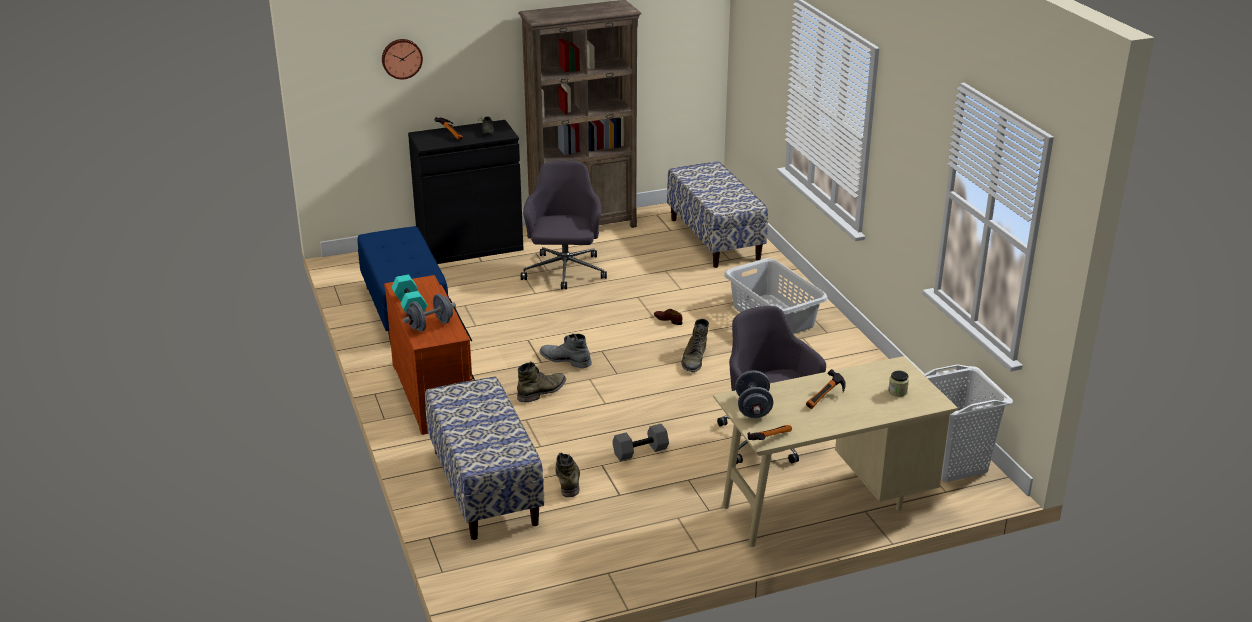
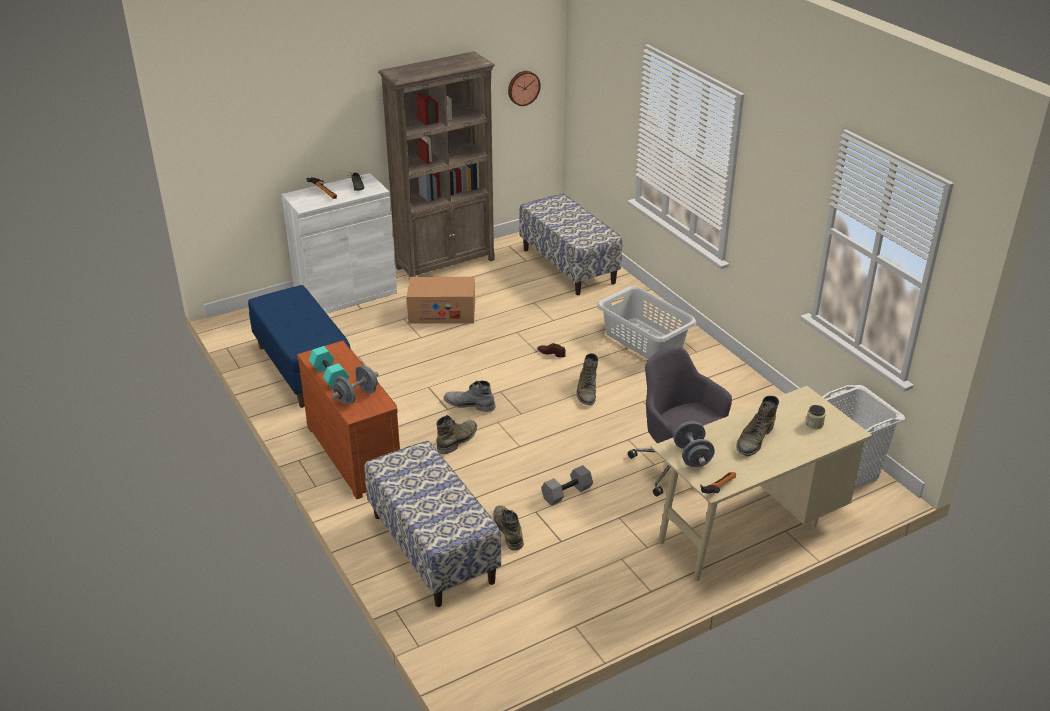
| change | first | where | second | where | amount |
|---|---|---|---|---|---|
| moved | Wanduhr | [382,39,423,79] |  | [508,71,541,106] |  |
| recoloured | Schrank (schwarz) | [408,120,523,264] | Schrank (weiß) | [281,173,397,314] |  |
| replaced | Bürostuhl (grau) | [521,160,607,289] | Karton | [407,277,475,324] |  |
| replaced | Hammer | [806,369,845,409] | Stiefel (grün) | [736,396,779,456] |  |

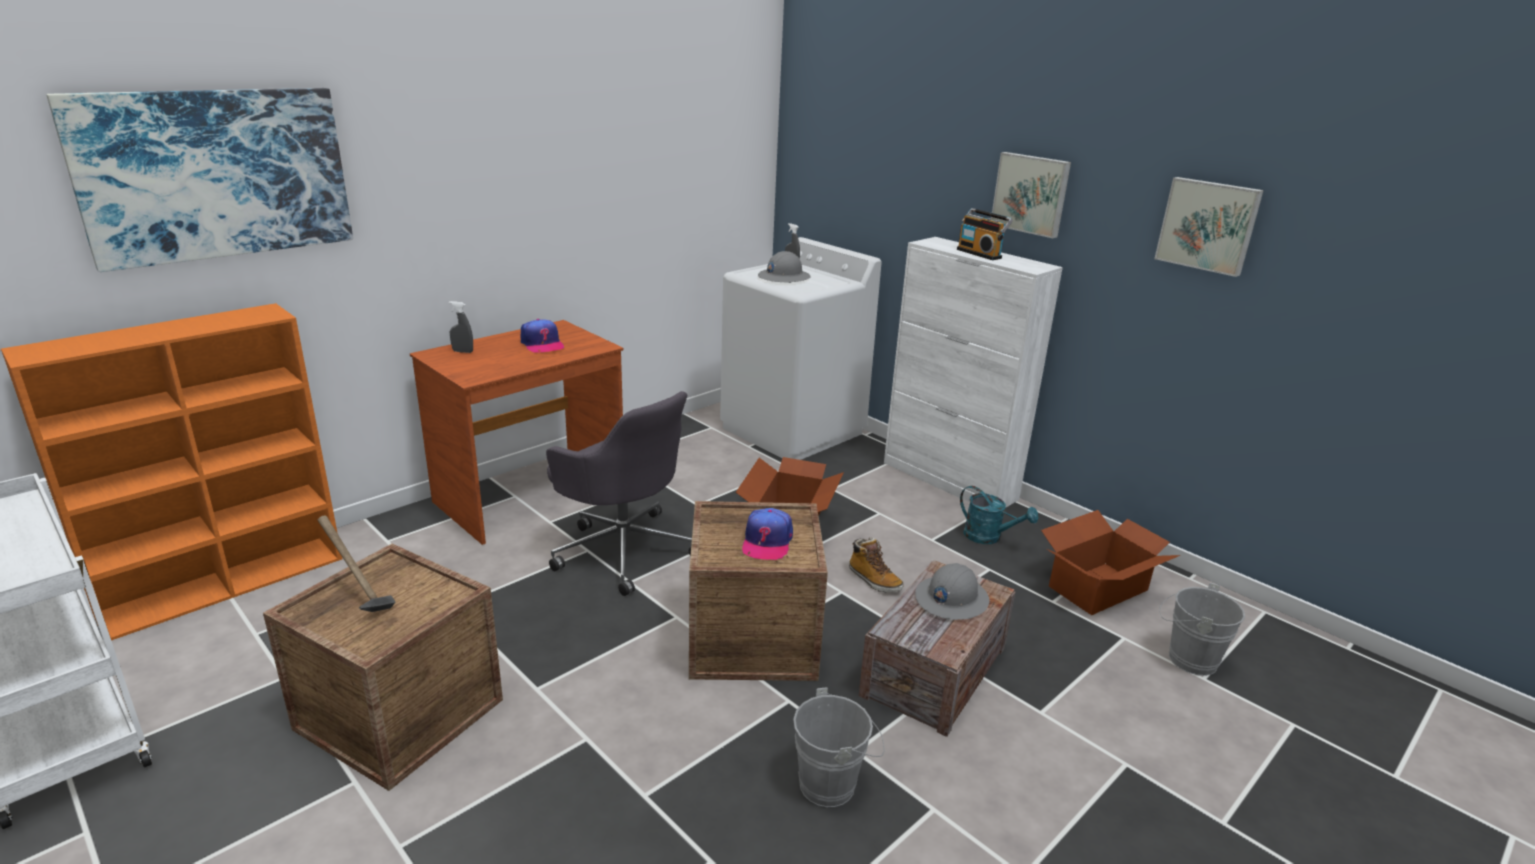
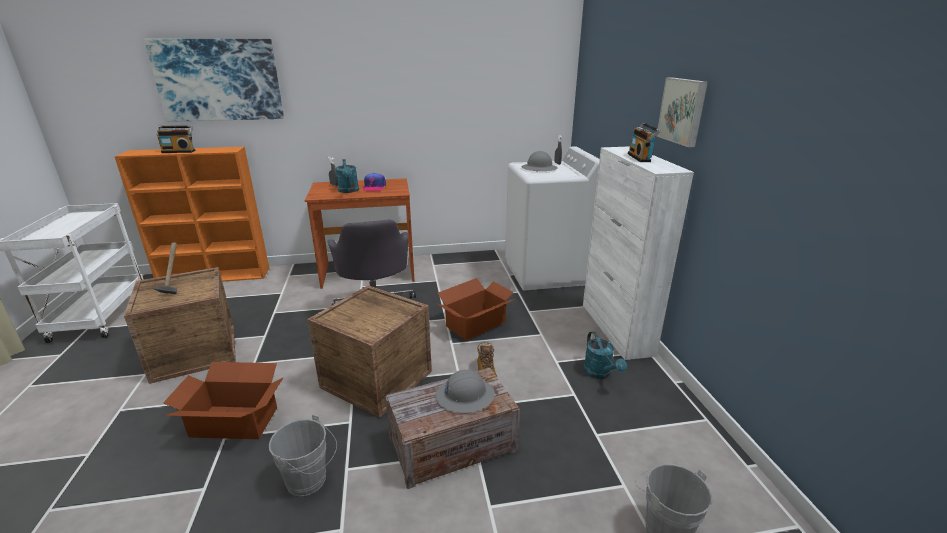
| change | first | where | second | where | amount |
|---|---|---|---|---|---|
| removed | Bild | [1154,177,1264,277] |  |  |  |
| removed | Kappe | [742,508,793,560] |  |  |  |
| moved | Karton | [1041,510,1180,615] |  | [163,362,284,439] |  |
| added |  |  | Radio | [156,125,196,153] |  |
| added |  |  | Gießkanne (türkis) | [335,159,359,193] |  |

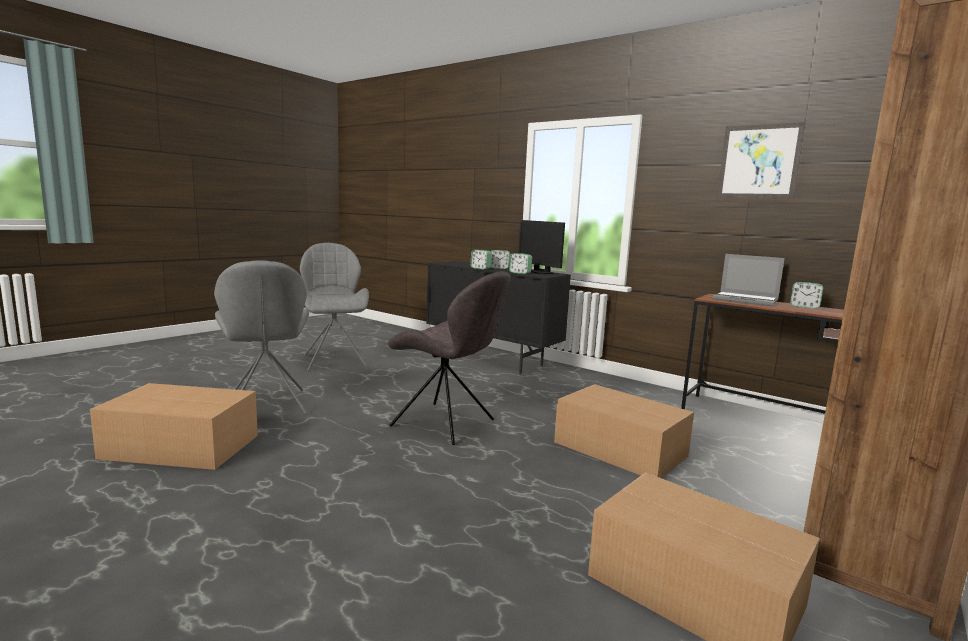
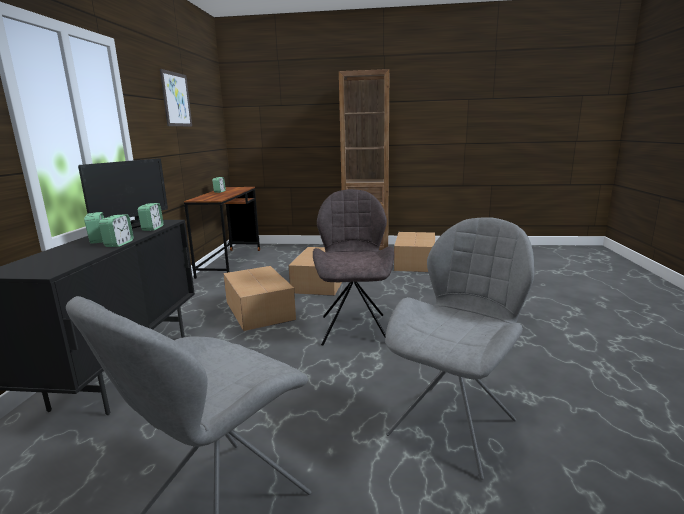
| change | first | where | second | where | amount |
|---|---|---|---|---|---|
| removed | Laptop | [712,254,785,306] |  |  |  |
| moved | Karton | [90,383,258,470] |  | [223,266,296,331] |  |

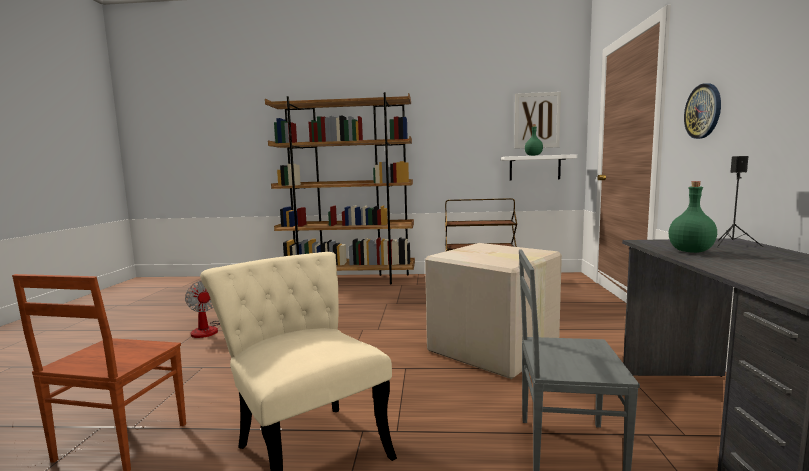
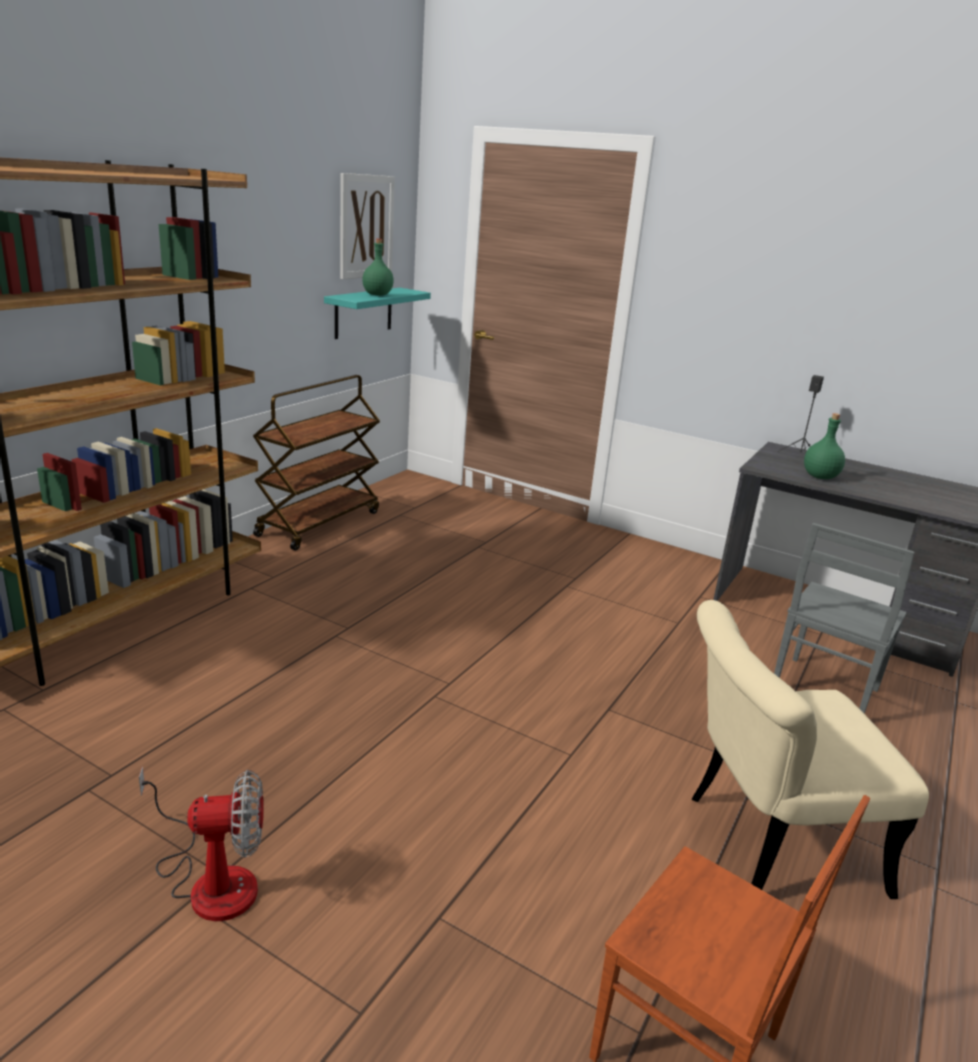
| change | first | where | second | where | amount |
|---|---|---|---|---|---|
| removed | Wanduhr | [684,83,721,139] |  |  |  |
| recoloured | Wandregal (weiß) | [501,154,577,181] | Wandregal (türkis) | [324,288,431,339] |  |
| removed | Karton | [425,243,562,379] |  |  |  |

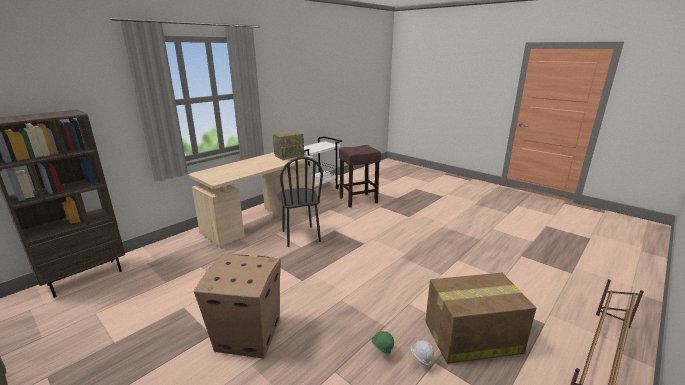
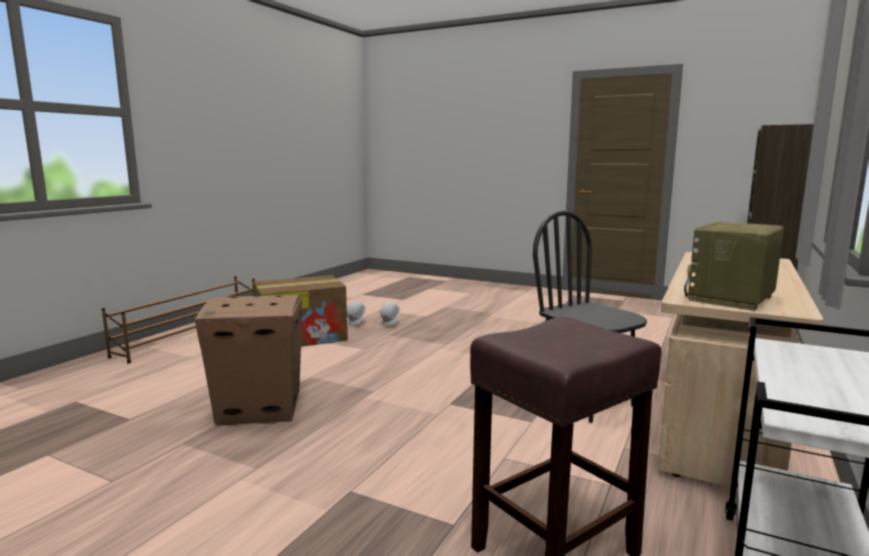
| change | first | where | second | where | amount |
|---|---|---|---|---|---|
| moved | Karton | [194,254,281,358] |  | [195,295,302,426] |  |
| recoloured | Schutzhelm (grün) | [371,331,394,354] | Schutzhelm (weiß) | [380,302,400,326] |  |

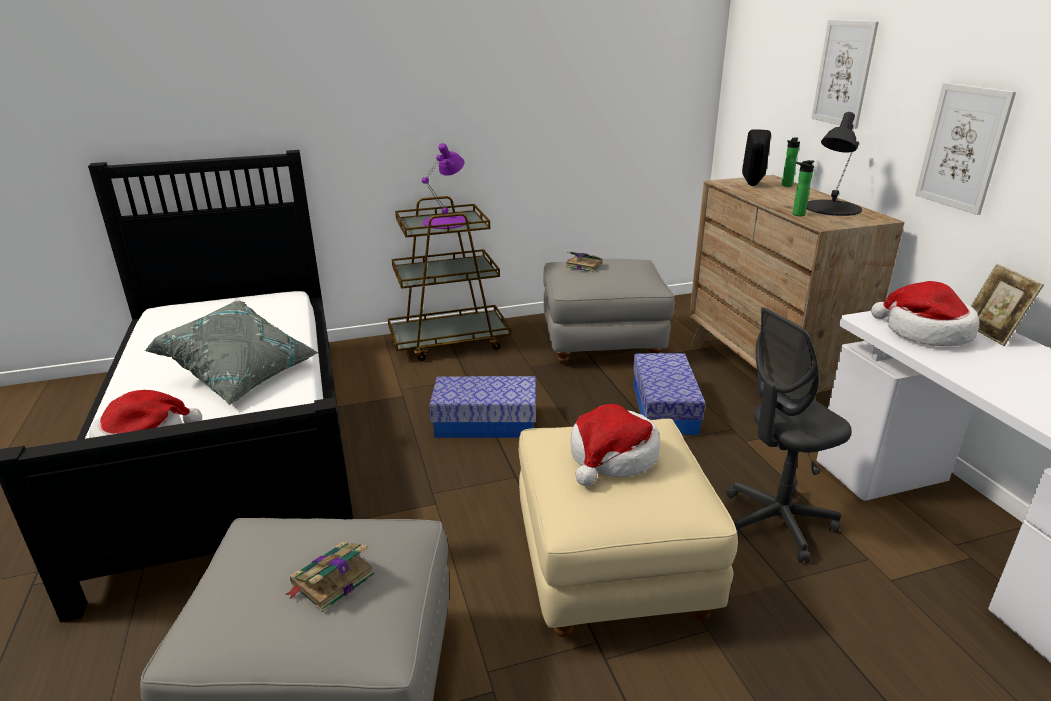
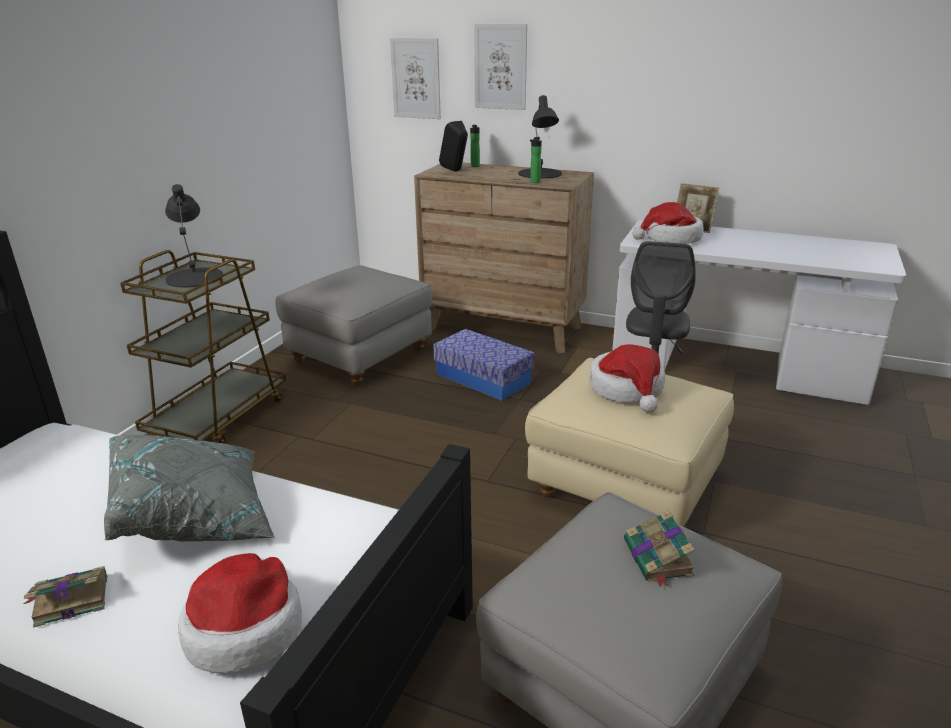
| change | first | where | second | where | amount |
|---|---|---|---|---|---|
| moved | Bild | [915,83,1016,215] |  | [390,38,441,119] |  |
| recoloured | Tischlampe (lila) | [422,143,466,229] | Tischlampe (schwarz) | [165,184,223,288] |  |
| moved | Buch | [565,251,602,272] |  | [23,566,107,627] |  |
| removed | Aufbewahrungsbox | [429,376,536,438] |  |  |  |

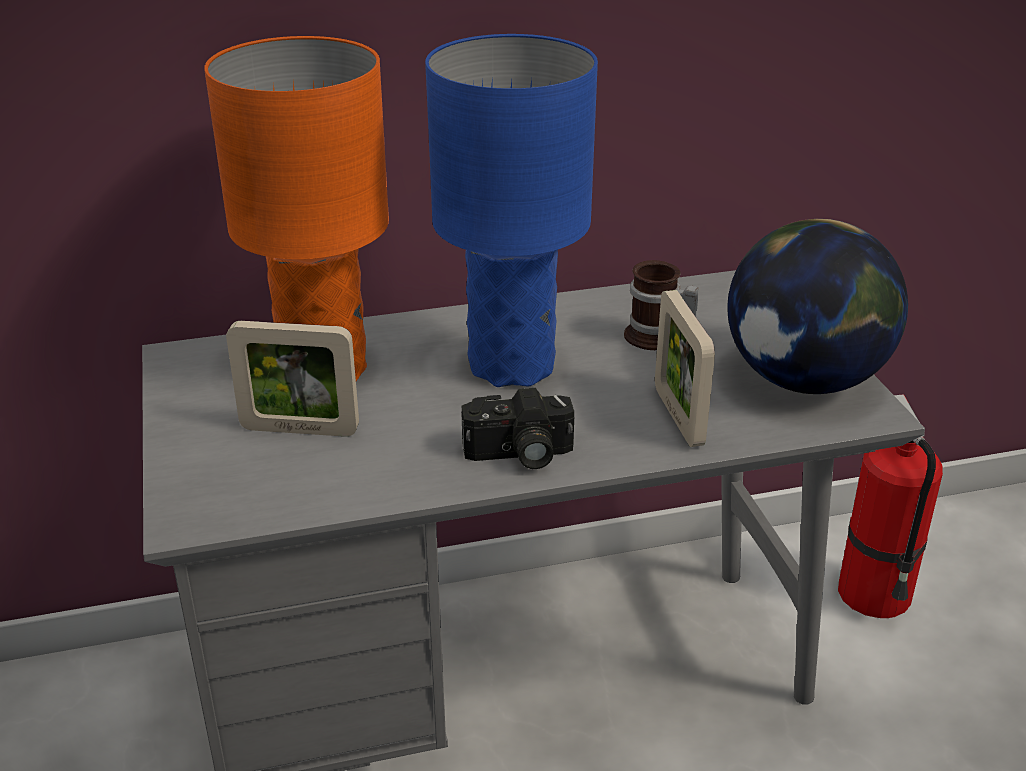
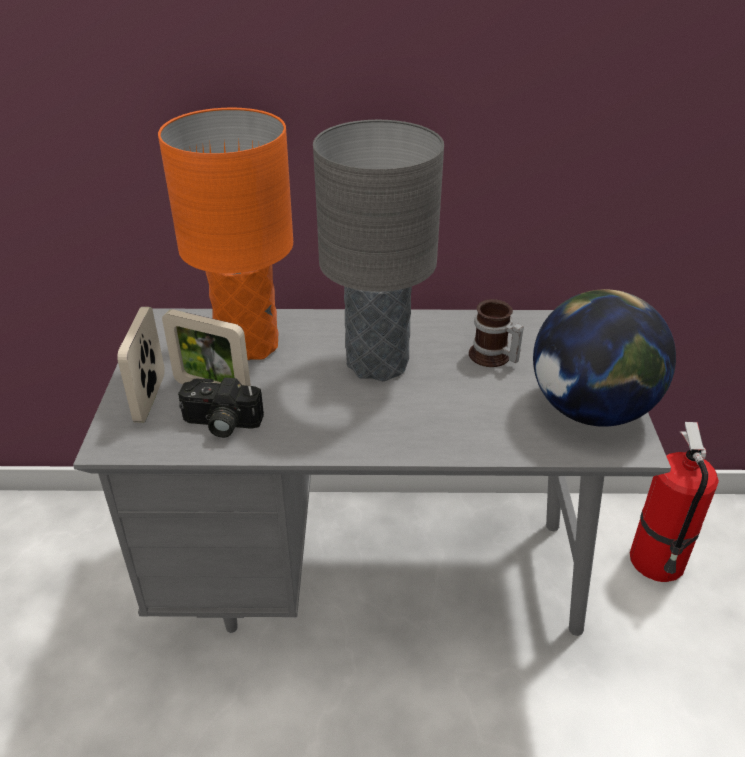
| change | first | where | second | where | amount |
|---|---|---|---|---|---|
| recoloured | Tischlampe (blau) | [425,34,598,387] | Tischlampe (grau) | [313,120,444,381] |  |
| moved | Bilderrahmen | [655,290,715,447] |  | [117,307,165,423] |  |
| moved | Kamera | [461,388,575,469] |  | [178,377,264,438] |  |

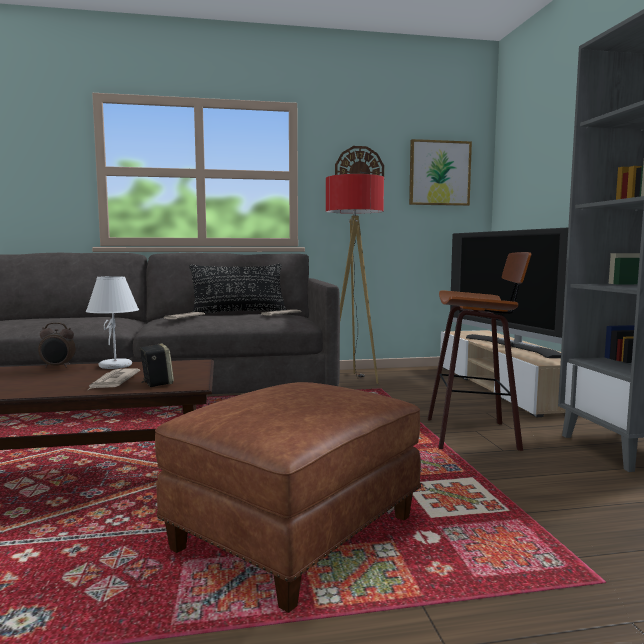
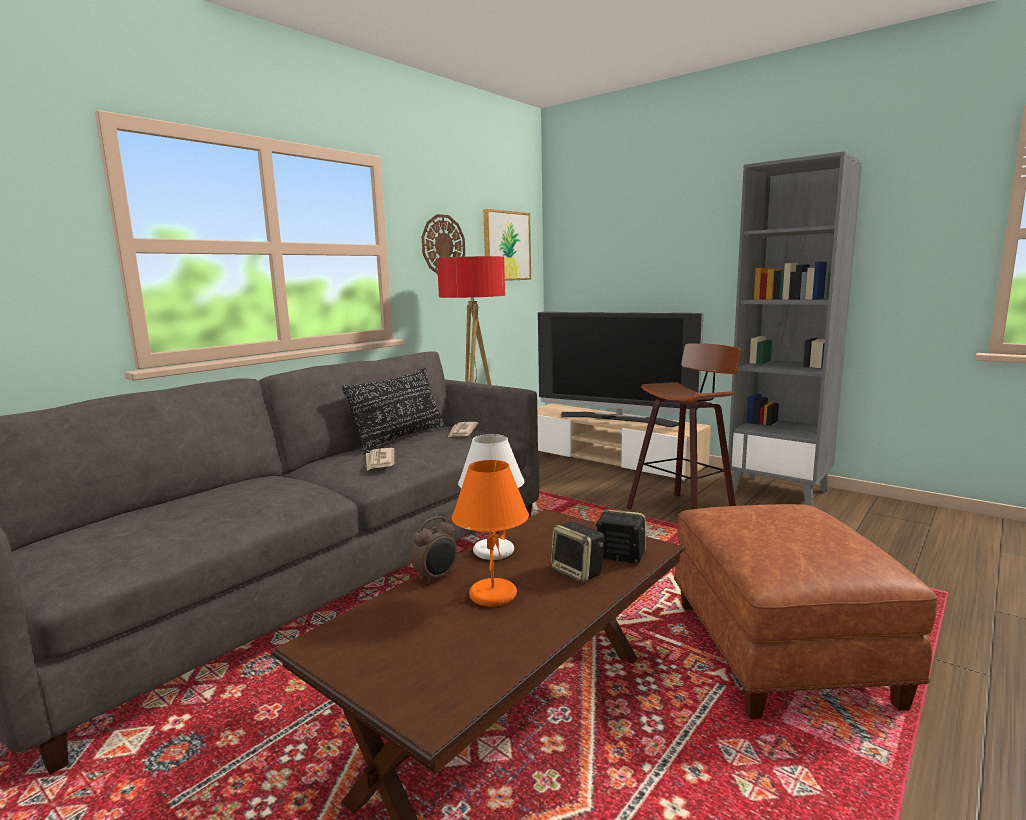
| change | first | where | second | where | amount |
|---|---|---|---|---|---|
| replaced | Zeitung | [88,368,140,390] | Lautsprecher | [551,522,605,582] |  |
| added |  |  | Tischlampe (orange) | [452,460,529,607] |  |

